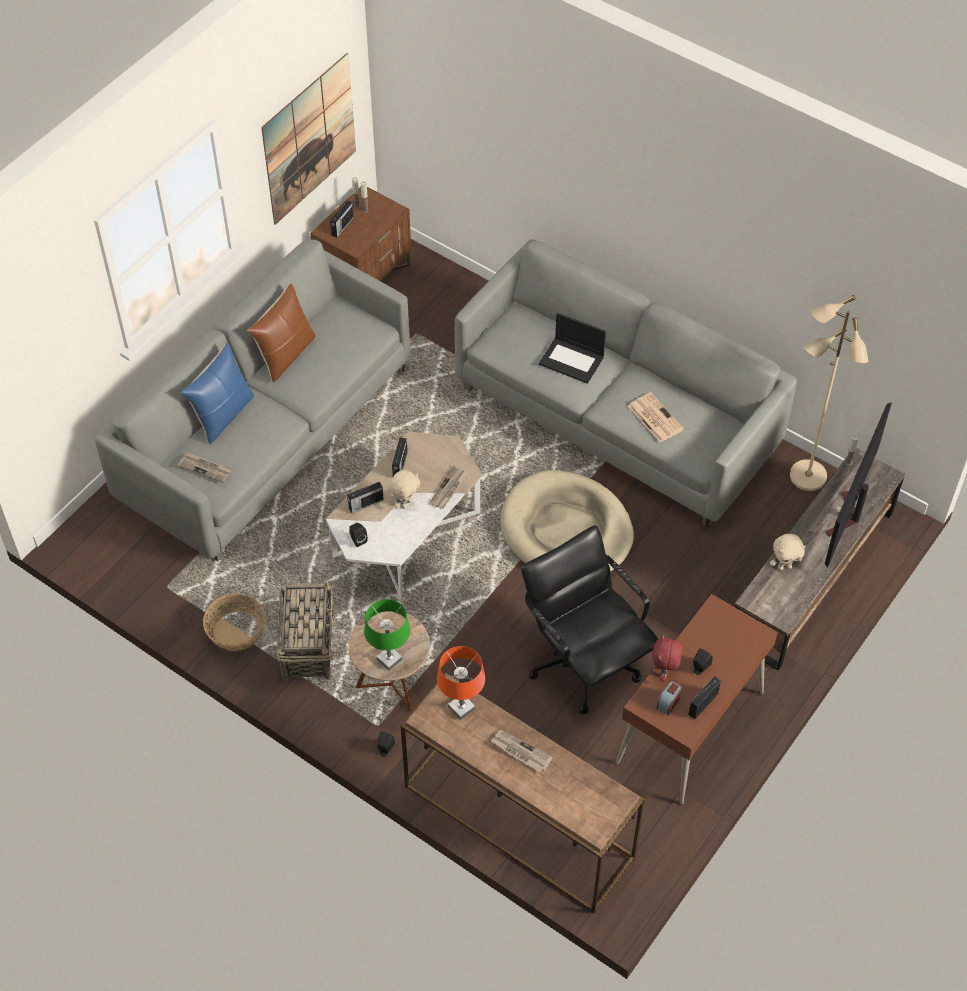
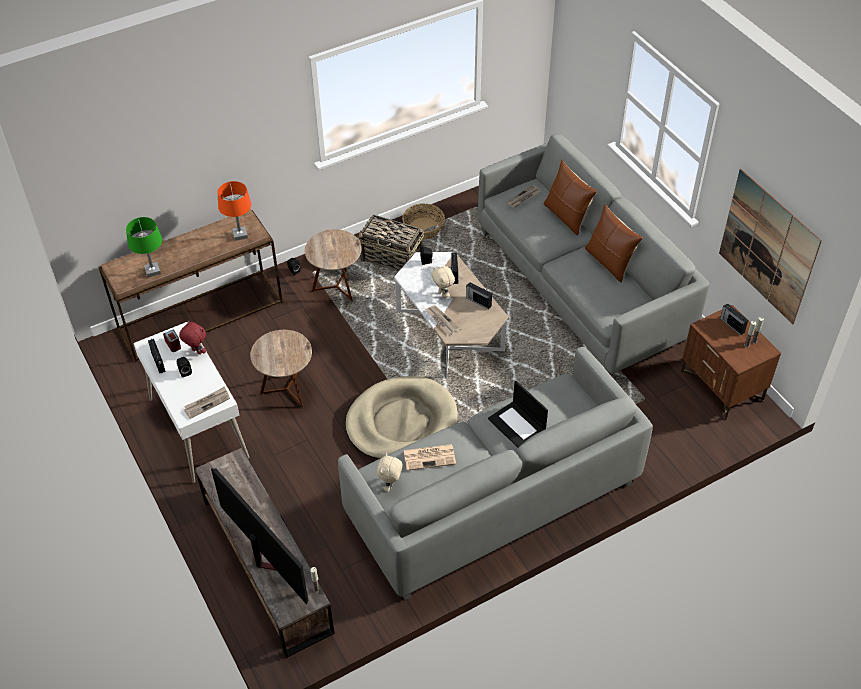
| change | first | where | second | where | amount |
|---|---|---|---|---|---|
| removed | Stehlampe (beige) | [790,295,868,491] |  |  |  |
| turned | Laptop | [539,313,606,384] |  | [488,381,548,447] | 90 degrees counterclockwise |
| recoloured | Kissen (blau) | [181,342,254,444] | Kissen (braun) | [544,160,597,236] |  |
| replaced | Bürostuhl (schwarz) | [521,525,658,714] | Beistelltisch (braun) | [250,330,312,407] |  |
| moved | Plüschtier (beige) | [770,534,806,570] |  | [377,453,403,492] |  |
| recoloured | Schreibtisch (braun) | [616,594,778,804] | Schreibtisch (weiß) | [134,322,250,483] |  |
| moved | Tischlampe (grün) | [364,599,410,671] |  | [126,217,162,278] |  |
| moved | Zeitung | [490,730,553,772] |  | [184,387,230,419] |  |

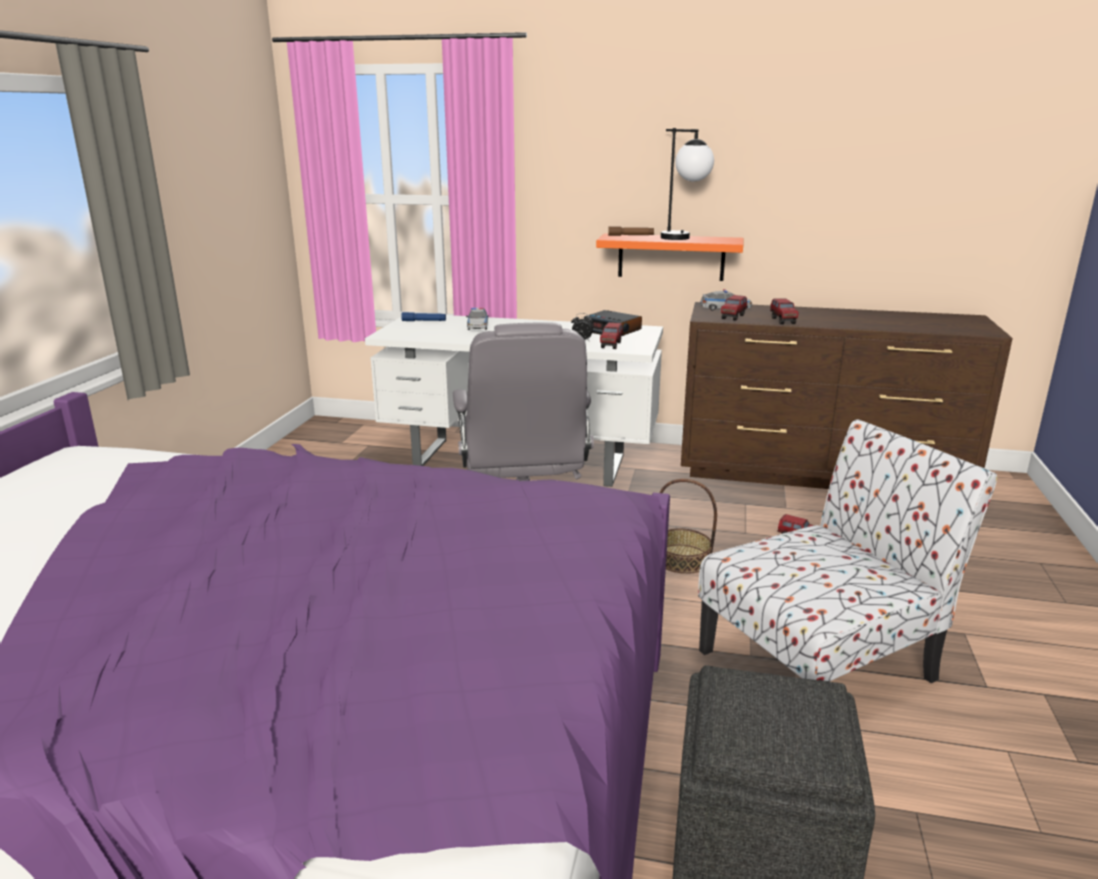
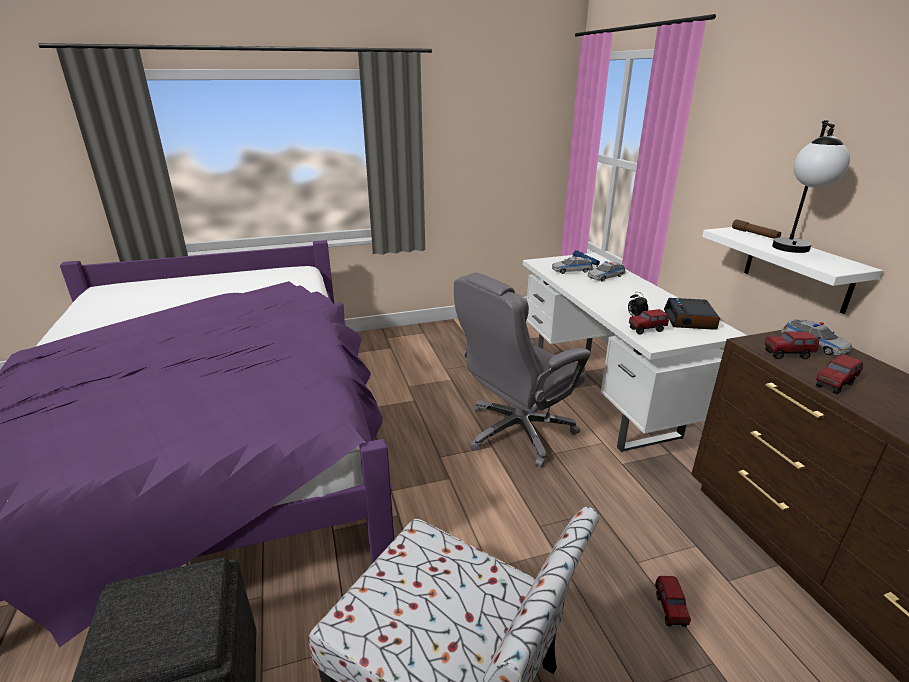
| change | first | where | second | where | amount |
|---|---|---|---|---|---|
| recoloured | Wandregal (orange) | [596,233,743,281] | Wandregal (weiß) | [702,227,883,314] |  |
| removed | Korb | [659,479,717,574] |  |  |  |
| added |  |  | Spielzeugauto | [552,256,593,274] |  |

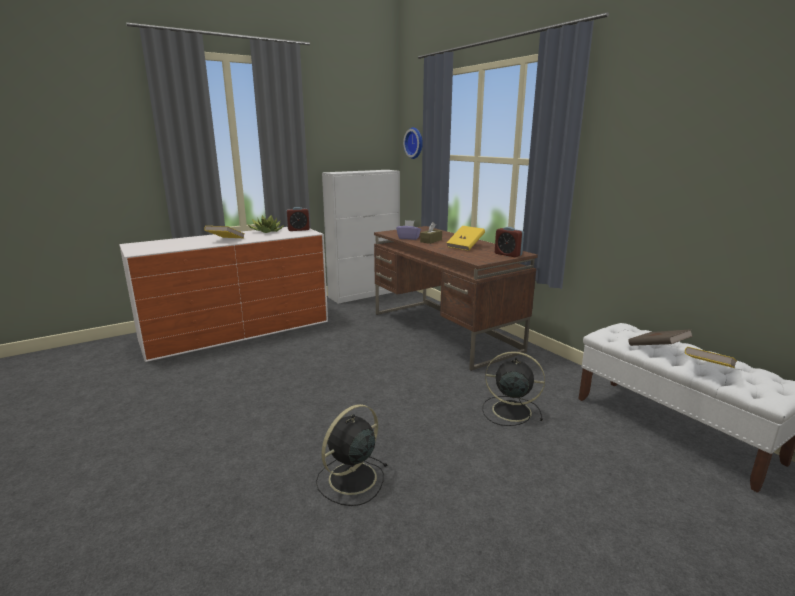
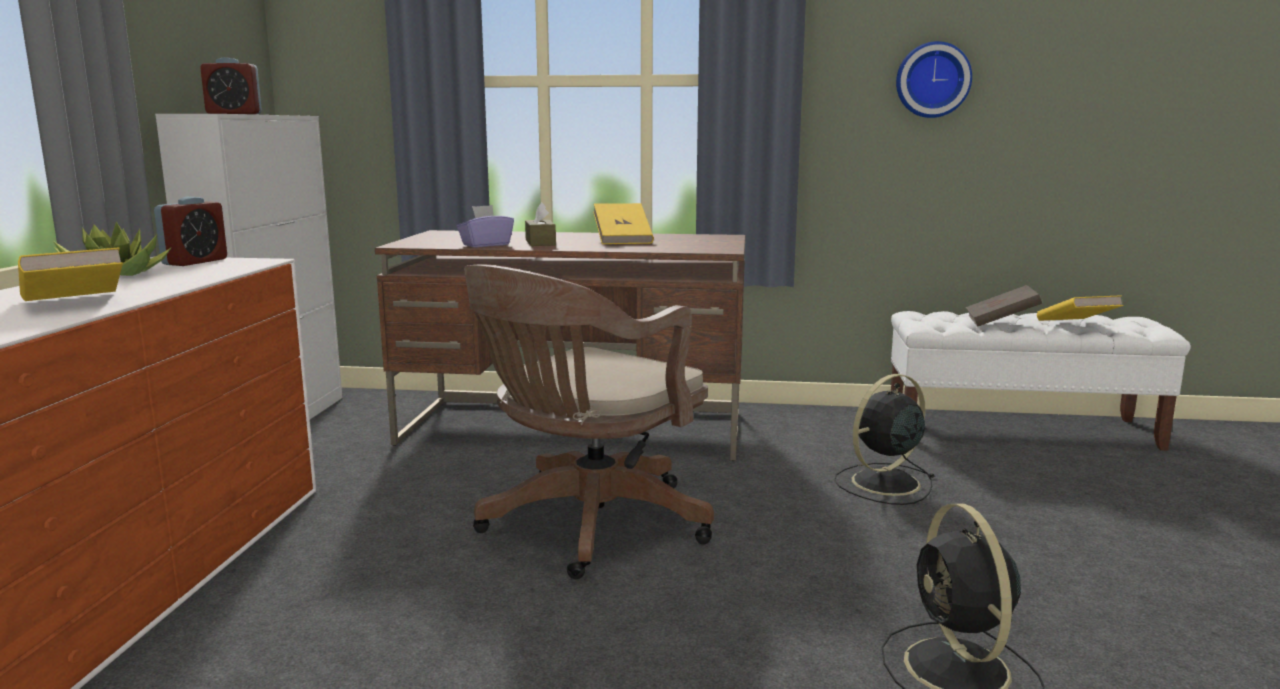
| change | first | where | second | where | amount |
|---|---|---|---|---|---|
| moved | Wanduhr | [403,127,423,159] |  | [896,41,972,118] |  |
| moved | Wecker | [495,227,524,257] |  | [200,57,262,114] |  |
| added |  |  | Bürostuhl (braun) | [464,264,714,579] |  |

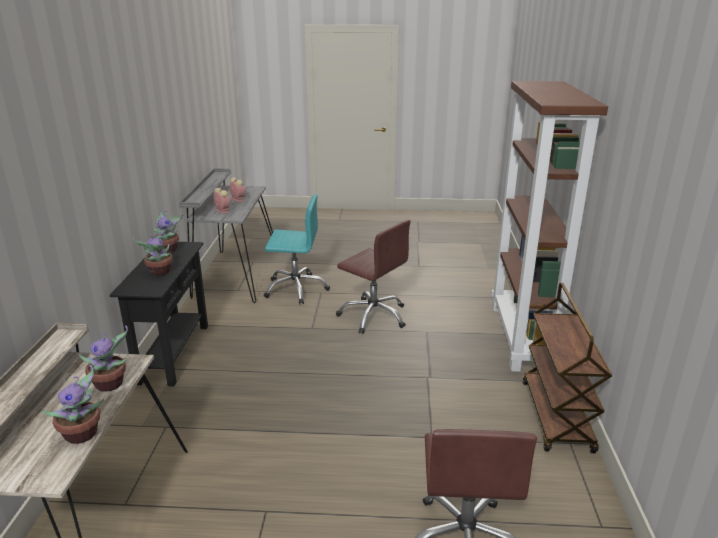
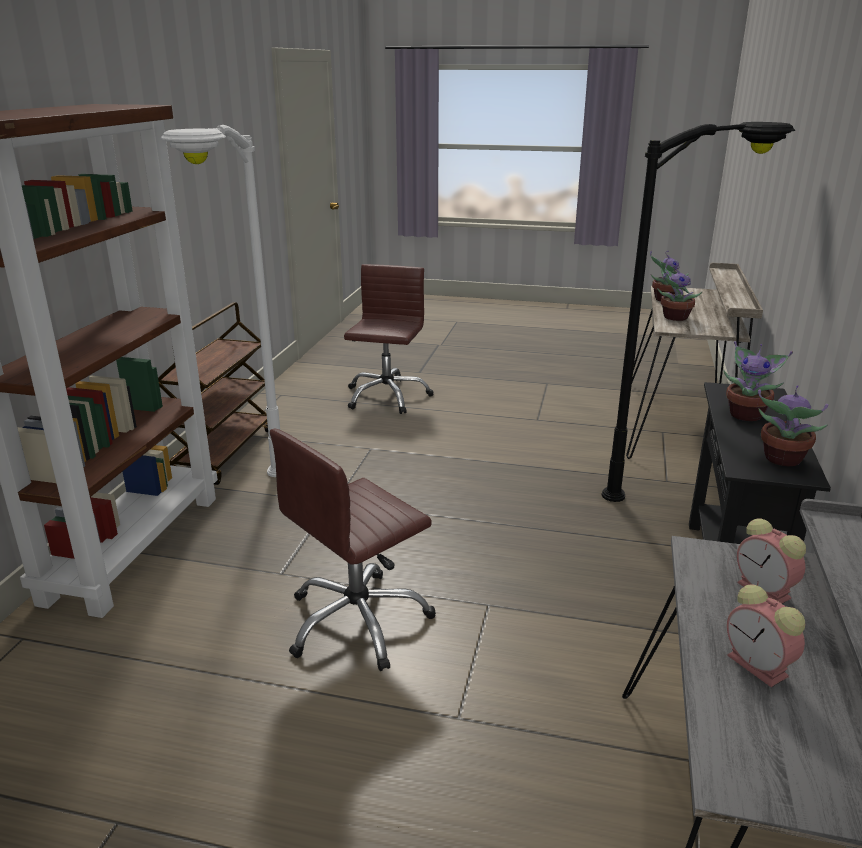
| change | first | where | second | where | amount |
|---|---|---|---|---|---|
| removed | Bürostuhl (türkis) | [264,194,330,304] |  |  |  |
| turned | Bürostuhl (braun) | [336,220,410,334] |  | [270,429,436,671] | 90 degrees counterclockwise |
| added |  |  | Stehlampe (schwarz) | [602,122,795,502] |  |
| added |  |  | Stehlampe (weiß) | [160,125,280,477] |  |

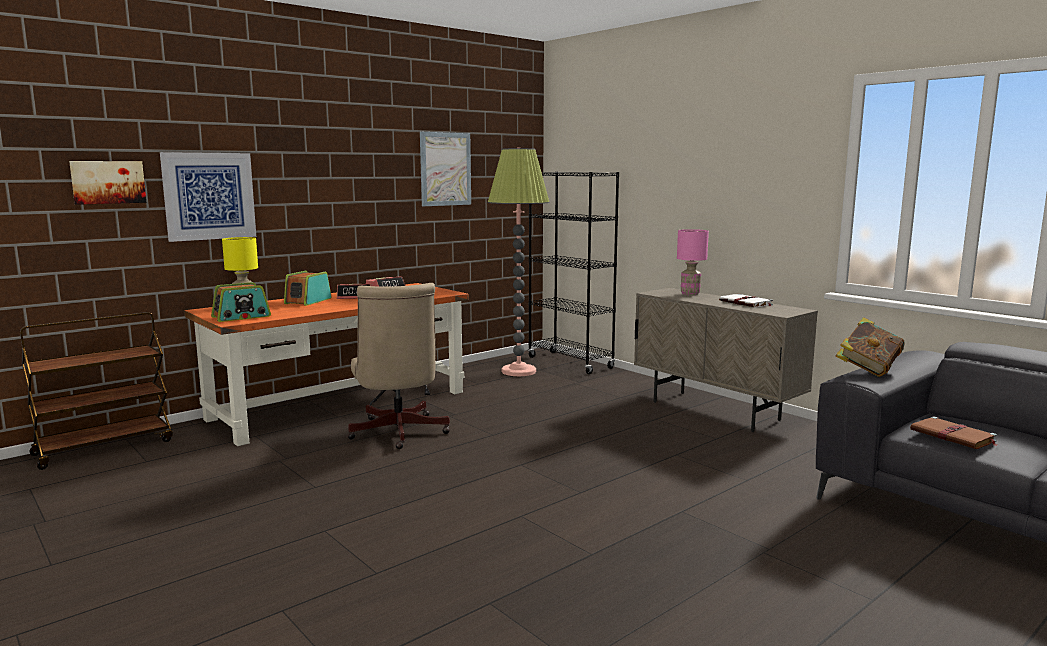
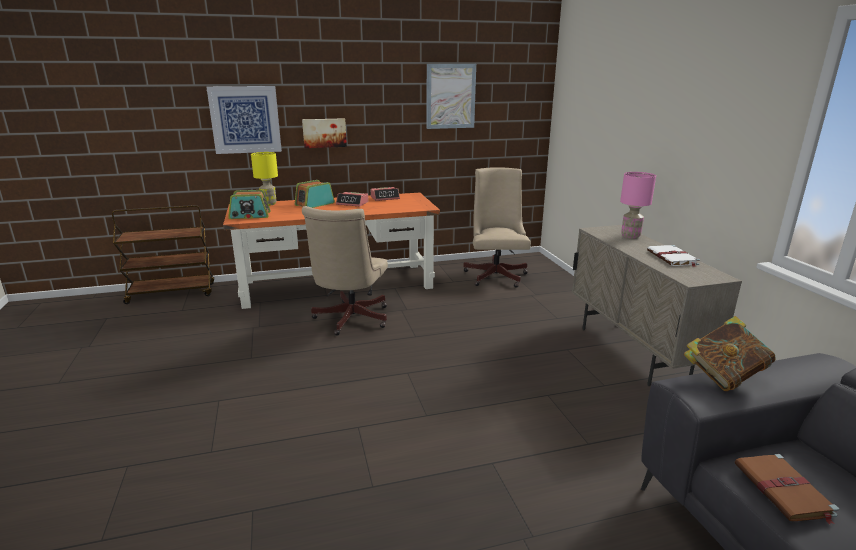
| change | first | where | second | where | amount |
|---|---|---|---|---|---|
| replaced | Stehlampe | [488,147,550,376] | Bürostuhl (beige) | [463,167,531,288] |  |
| moved | Bild | [69,161,146,205] |  | [302,118,347,148] |  |
| removed | Bücherregal (schwarz) | [528,172,619,374] |  |  |  |

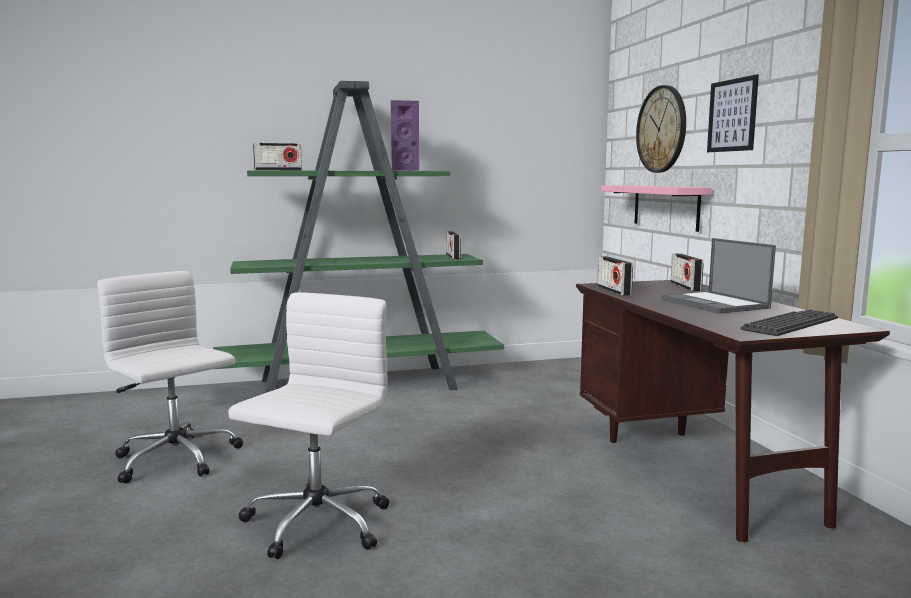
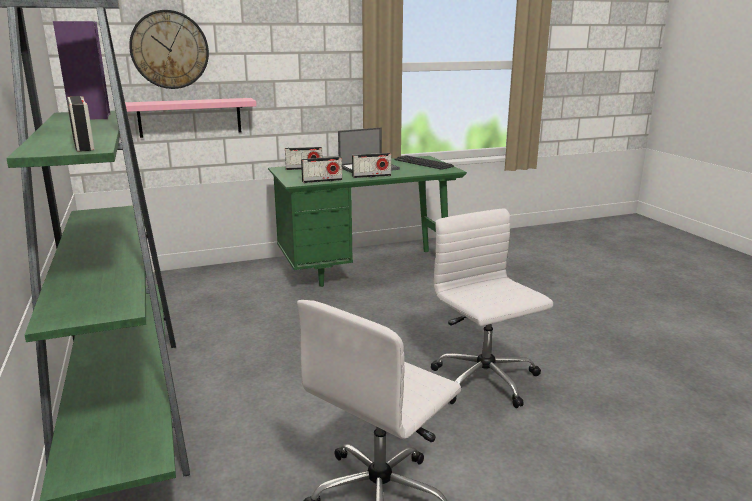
| change | first | where | second | where | amount |
|---|---|---|---|---|---|
| removed | Bild | [707,74,759,152] |  |  |  |
| moved | Radio | [446,231,461,259] |  | [352,153,391,178] |  |
| recoloured | Schreibtisch (braun) | [576,280,890,542] | Schreibtisch (grün) | [268,156,467,287] |  |
| turned | Bürostuhl (weiß) | [228,292,389,559] |  | [431,208,553,408] | 45 degrees clockwise |

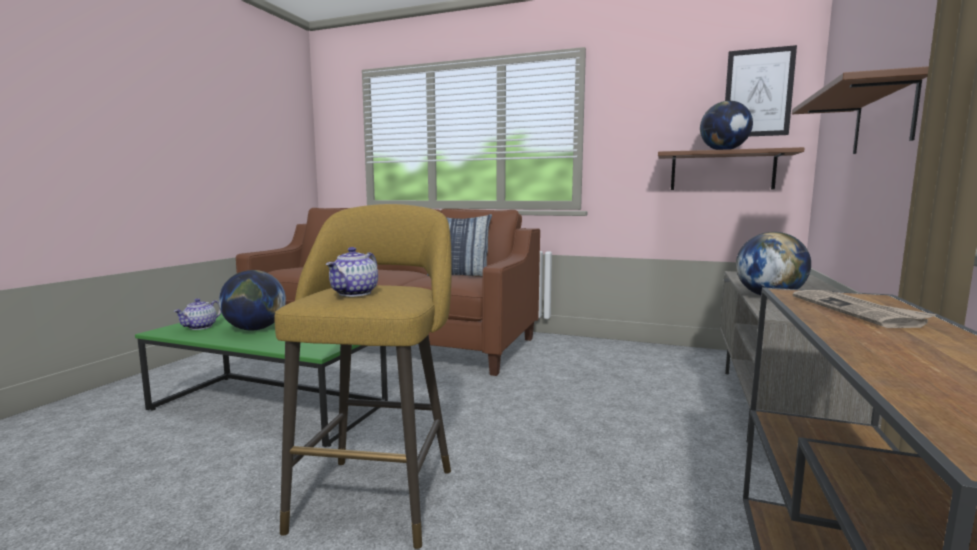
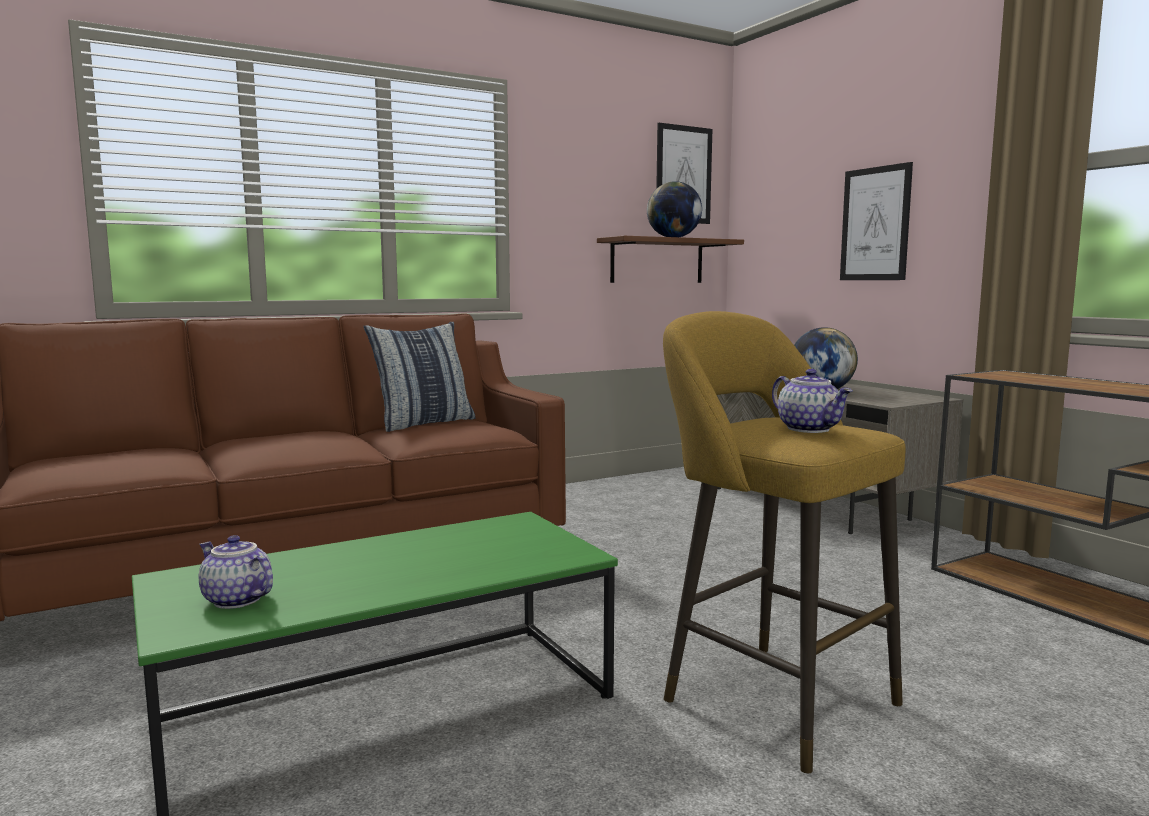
| change | first | where | second | where | amount |
|---|---|---|---|---|---|
| replaced | Wandregal (braun) | [792,66,929,154] | Bild | [840,162,913,280] |  |
| removed | Globus | [219,270,286,331] |  |  |  |
| removed | Zeitung | [793,290,937,328] |  |  |  |
| turned | Teekanne | [173,298,221,330] |  | [199,535,273,609] | 150 degrees clockwise |

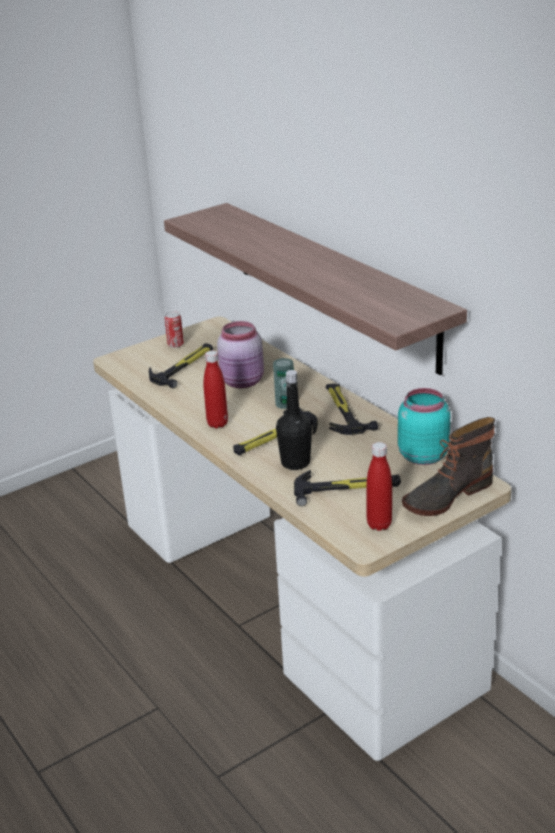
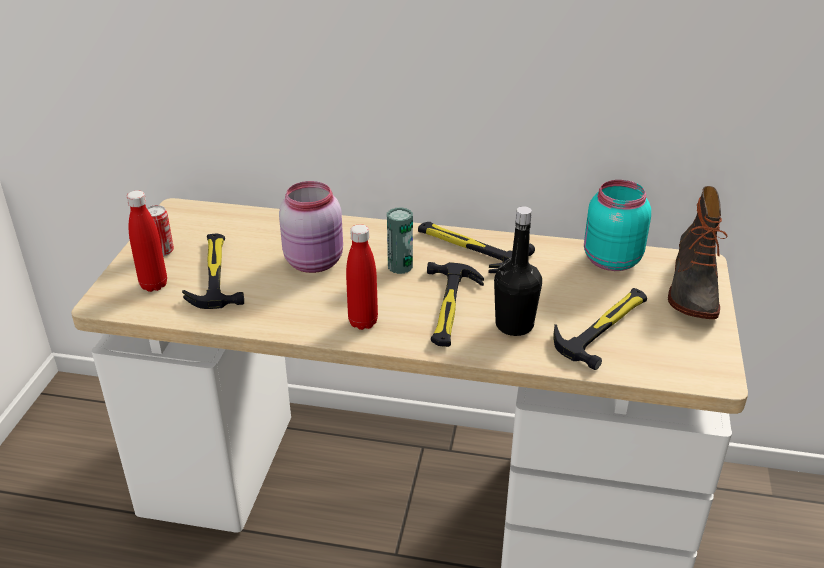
| change | first | where | second | where | amount |
|---|---|---|---|---|---|
| removed | Wandregal | [164,203,467,375] |  |  |  |
| moved | Flasche (rot) | [367,442,392,531] |  | [127,190,167,292] |  |

